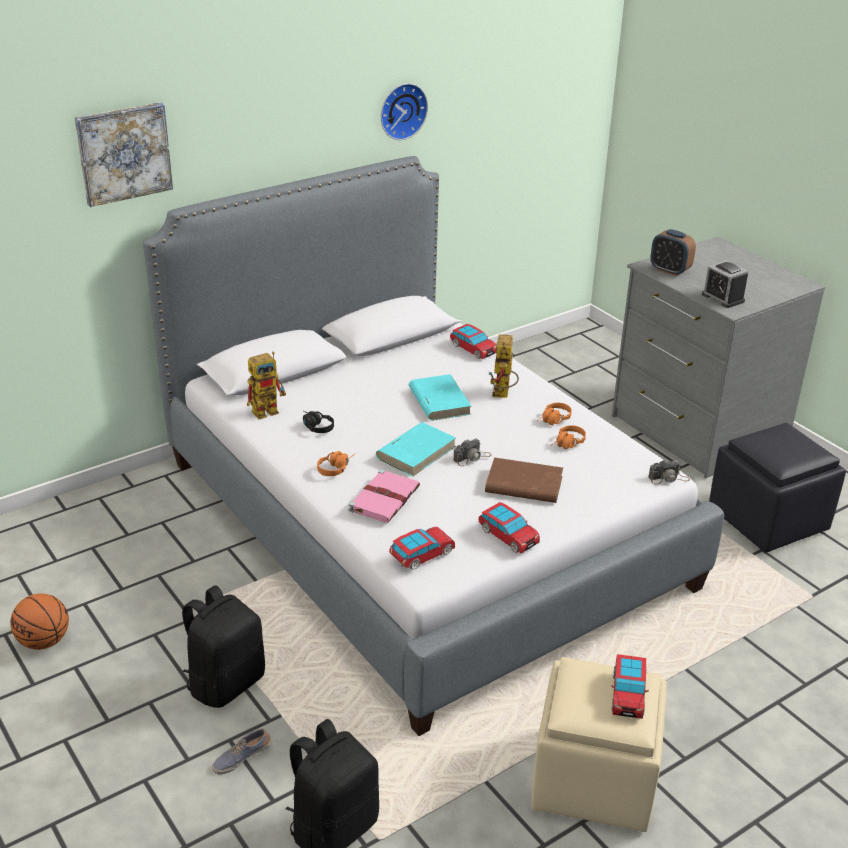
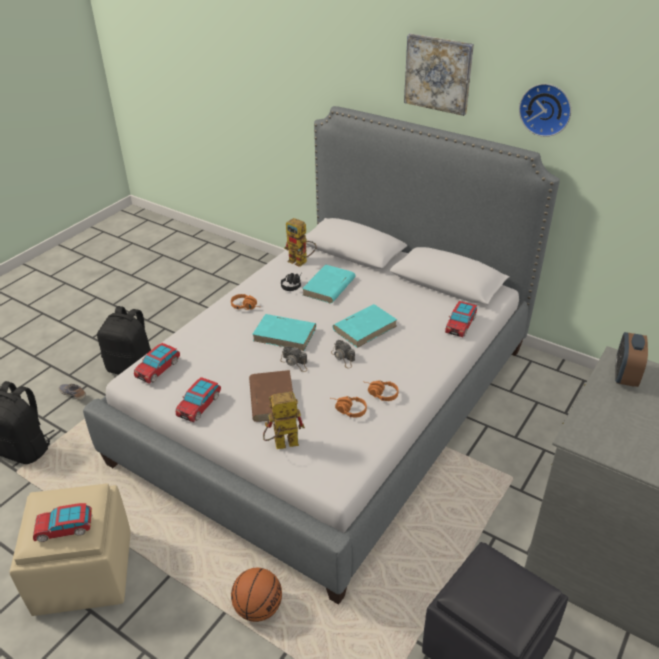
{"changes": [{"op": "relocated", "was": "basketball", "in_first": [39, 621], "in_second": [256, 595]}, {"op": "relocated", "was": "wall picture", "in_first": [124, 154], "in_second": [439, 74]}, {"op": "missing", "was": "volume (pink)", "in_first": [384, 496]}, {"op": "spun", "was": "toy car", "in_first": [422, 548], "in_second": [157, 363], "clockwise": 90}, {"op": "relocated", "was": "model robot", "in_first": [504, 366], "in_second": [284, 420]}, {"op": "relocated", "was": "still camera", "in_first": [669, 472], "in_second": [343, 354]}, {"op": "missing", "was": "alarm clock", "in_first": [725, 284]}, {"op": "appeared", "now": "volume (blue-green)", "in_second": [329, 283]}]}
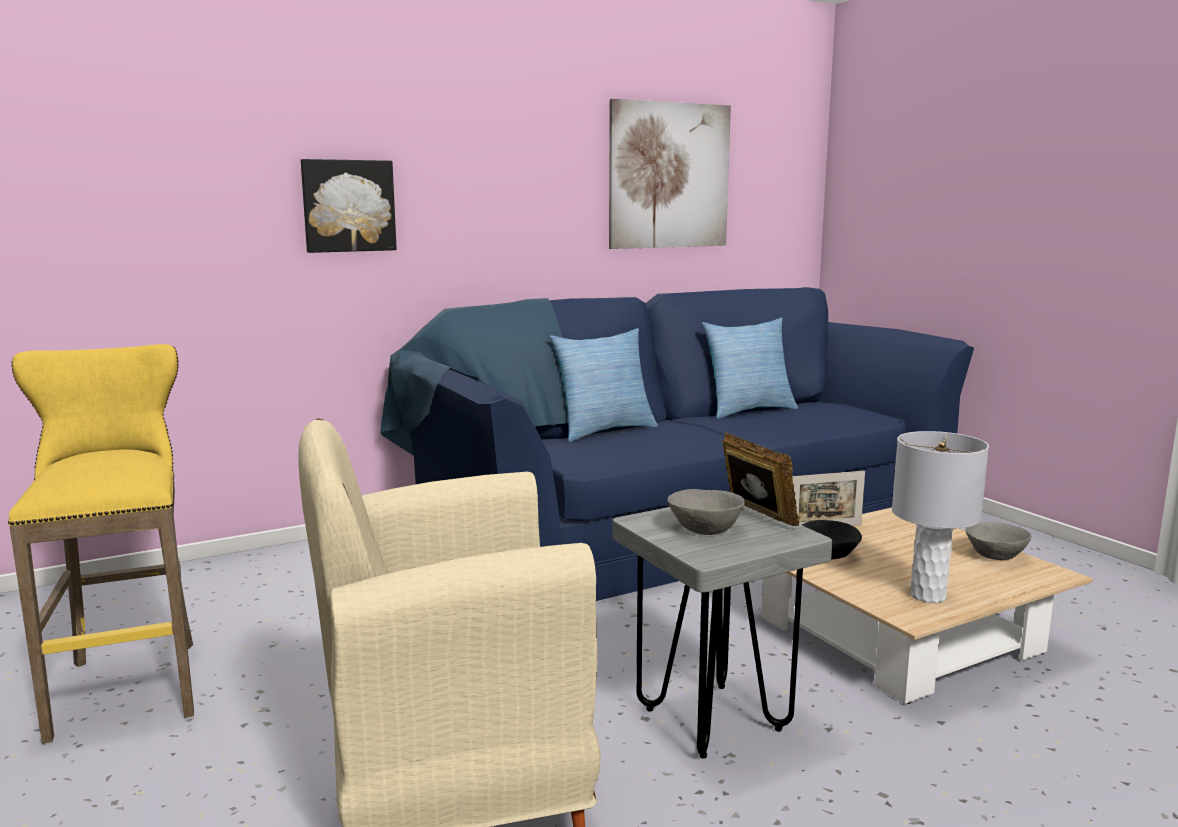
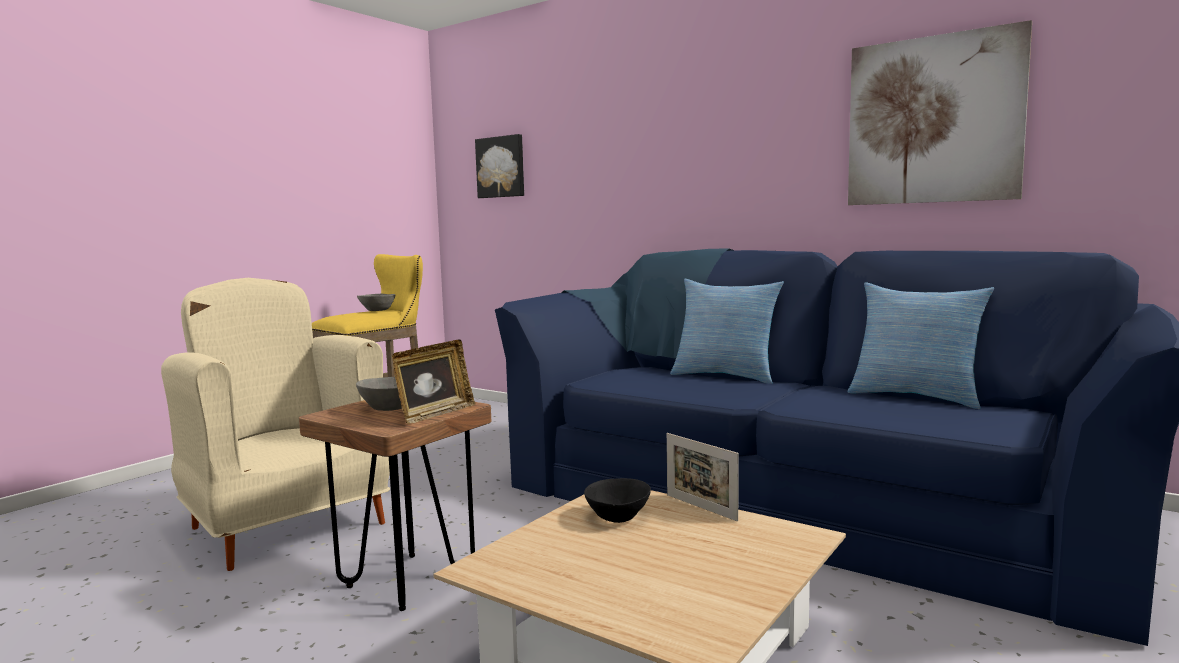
{"changes": [{"op": "relocated", "was": "wall picture", "in_first": [349, 206], "in_second": [499, 166]}, {"op": "colour", "was": "stool (grey)", "now": "stool (brown)", "in_first": [722, 632], "in_second": [395, 505]}, {"op": "missing", "was": "table lamp (grey)", "in_first": [940, 517]}, {"op": "relocated", "was": "serving bowl (grey)", "in_first": [999, 541], "in_second": [376, 302]}]}
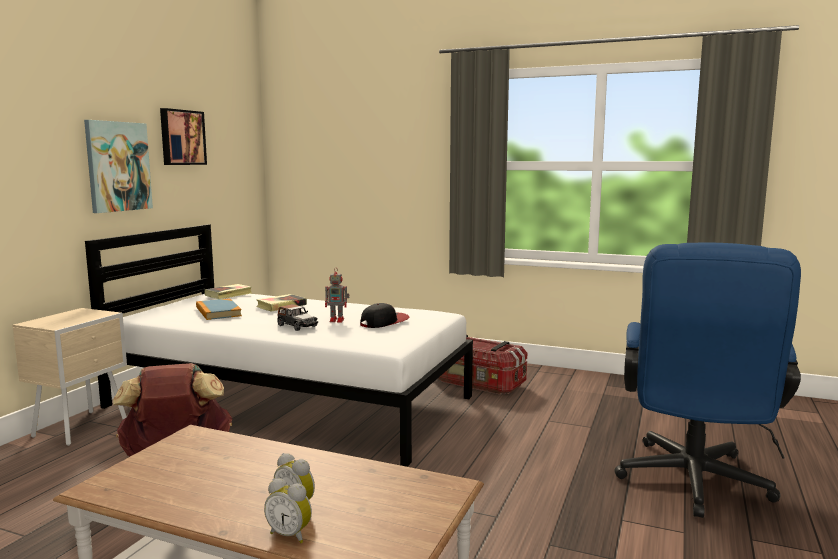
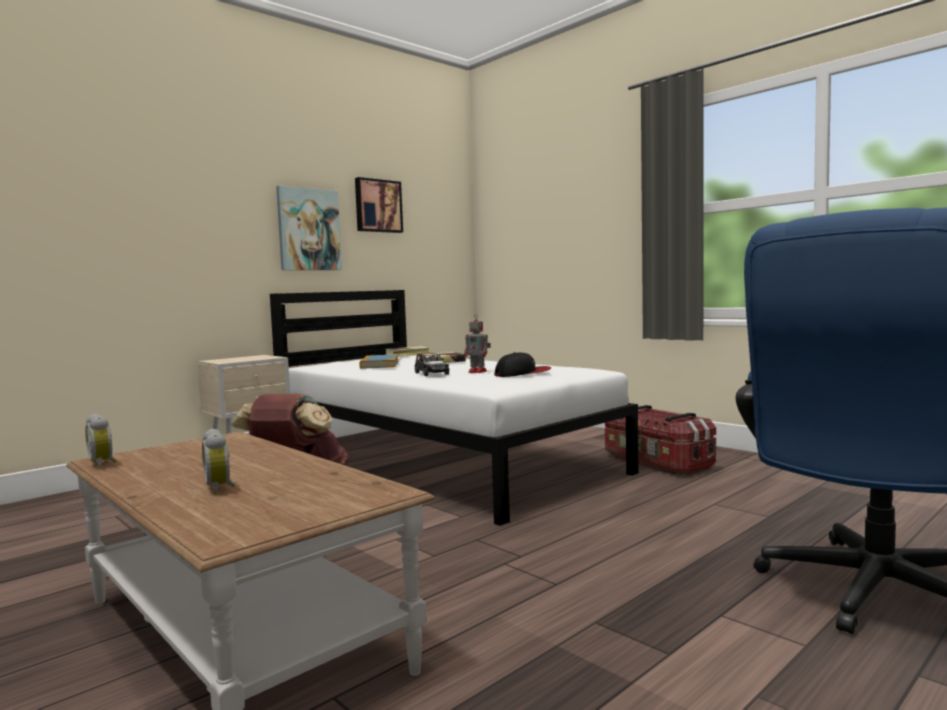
{"changes": [{"op": "relocated", "was": "alarm clock", "in_first": [288, 510], "in_second": [100, 441]}]}
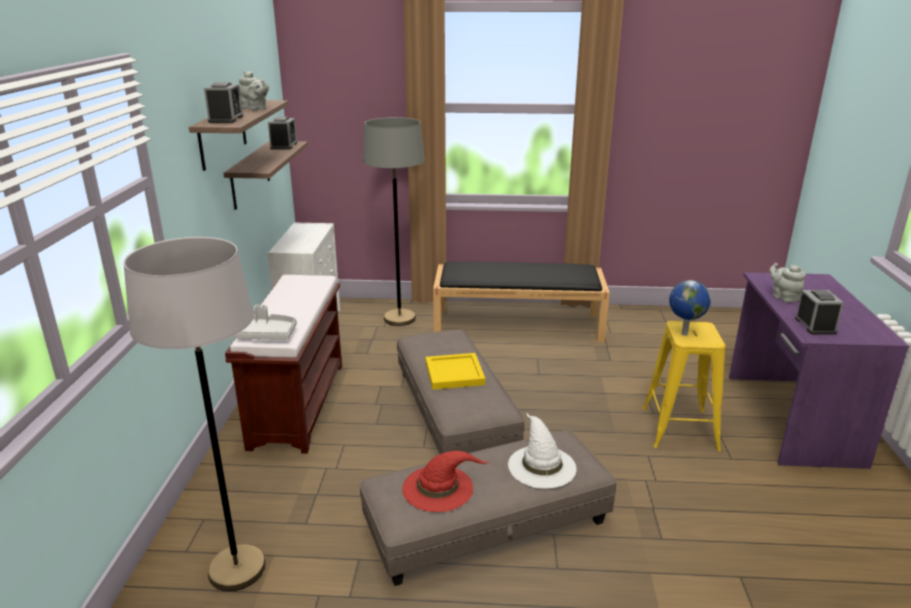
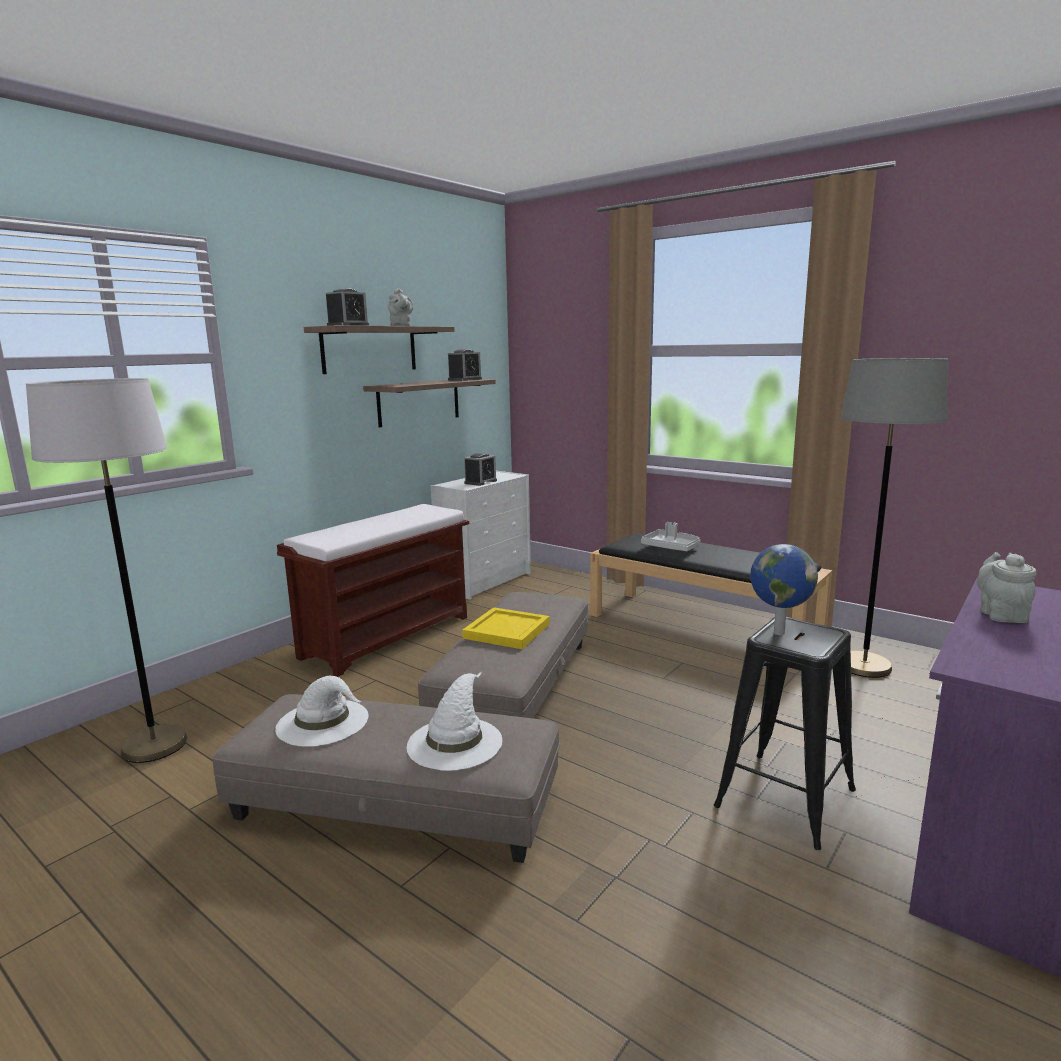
{"changes": [{"op": "relocated", "was": "serving tray (grey)", "in_first": [265, 322], "in_second": [671, 536]}, {"op": "relocated", "was": "floor lamp (grey)", "in_first": [394, 221], "in_second": [894, 518]}, {"op": "colour", "was": "hat (red)", "now": "hat (whitish)", "in_first": [445, 481], "in_second": [322, 711]}, {"op": "colour", "was": "stool (yellow)", "now": "stool (blackish)", "in_first": [683, 386], "in_second": [785, 733]}, {"op": "relocated", "was": "alarm clock", "in_first": [819, 312], "in_second": [480, 469]}]}
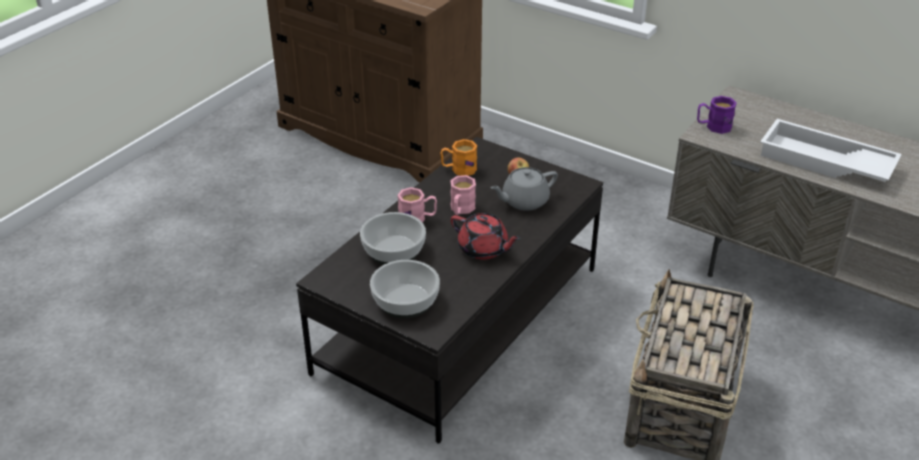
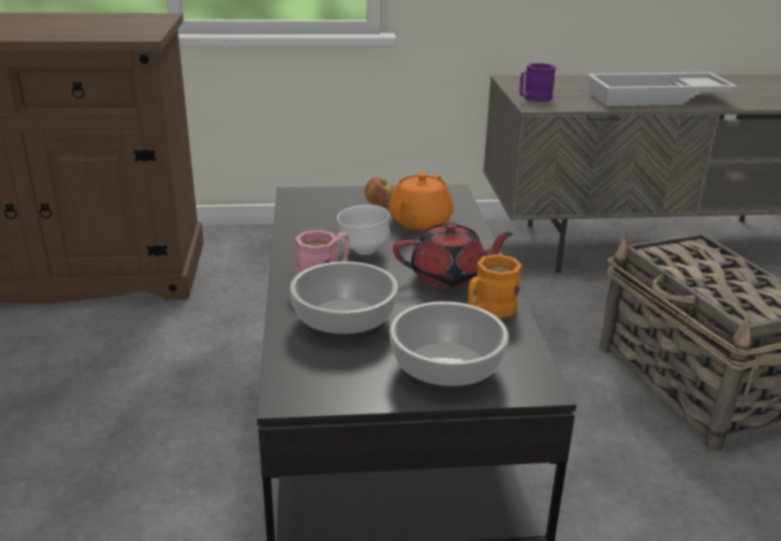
{"changes": [{"op": "relocated", "was": "coffee mug (orange-coloured)", "in_first": [459, 157], "in_second": [495, 286]}, {"op": "exchanged", "was": "coffee mug (pink)", "now": "serving bowl (whitish)", "in_first": [463, 195], "in_second": [363, 230]}, {"op": "colour", "was": "pot for tea (grey)", "now": "pot for tea (orange-coloured)", "in_first": [524, 189], "in_second": [421, 200]}]}
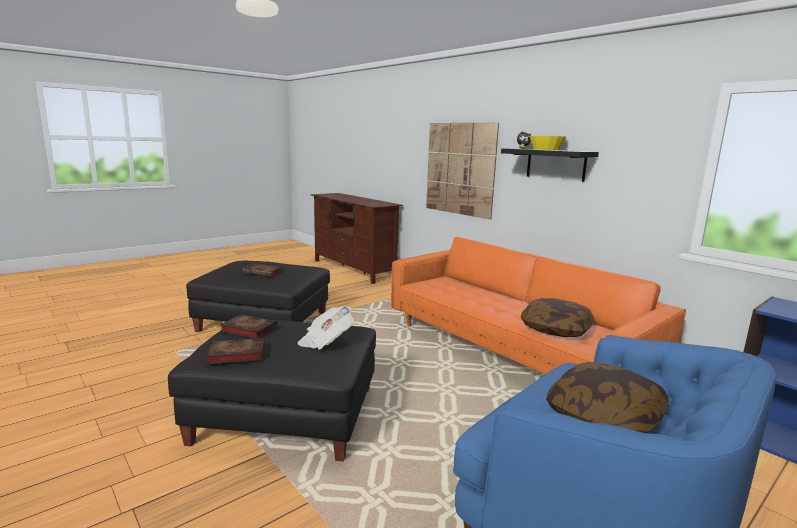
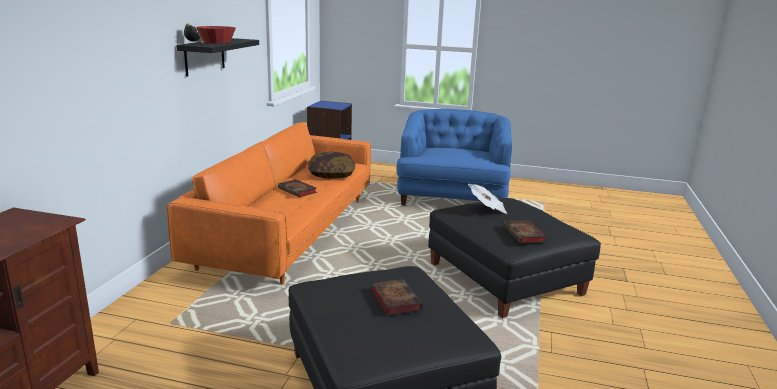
{"changes": [{"op": "relocated", "was": "volume", "in_first": [235, 351], "in_second": [297, 188]}, {"op": "missing", "was": "wall picture", "in_first": [462, 171]}, {"op": "colour", "was": "serving bowl (yellow)", "now": "serving bowl (red)", "in_first": [547, 143], "in_second": [216, 34]}, {"op": "missing", "was": "cushion", "in_first": [607, 397]}]}
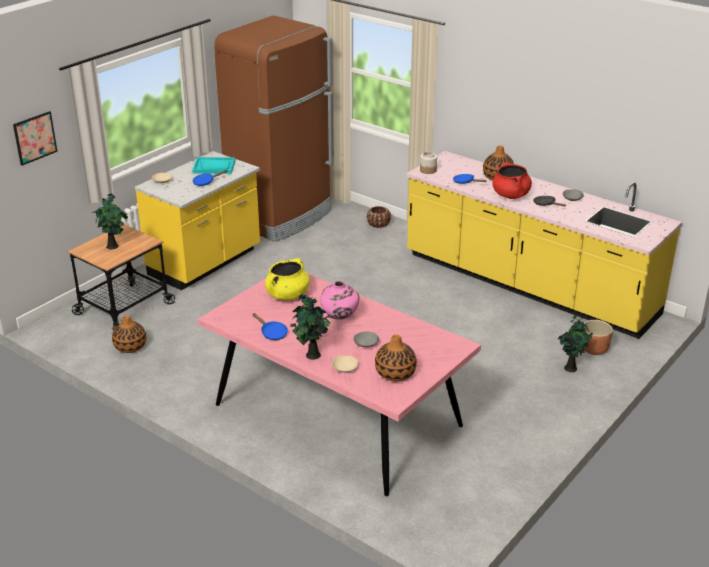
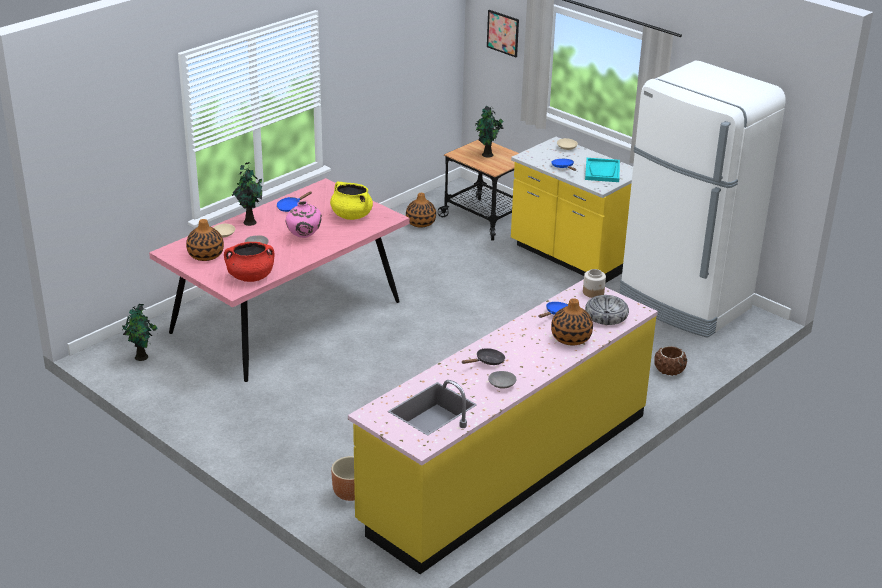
{"changes": [{"op": "colour", "was": "fridge (brown)", "now": "fridge (whitish)", "in_first": [274, 129], "in_second": [702, 199]}, {"op": "relocated", "was": "stockpot (red)", "in_first": [512, 181], "in_second": [249, 262]}, {"op": "relocated", "was": "potted plant", "in_first": [575, 342], "in_second": [140, 332]}, {"op": "appeared", "now": "serving bowl", "in_second": [607, 310]}]}
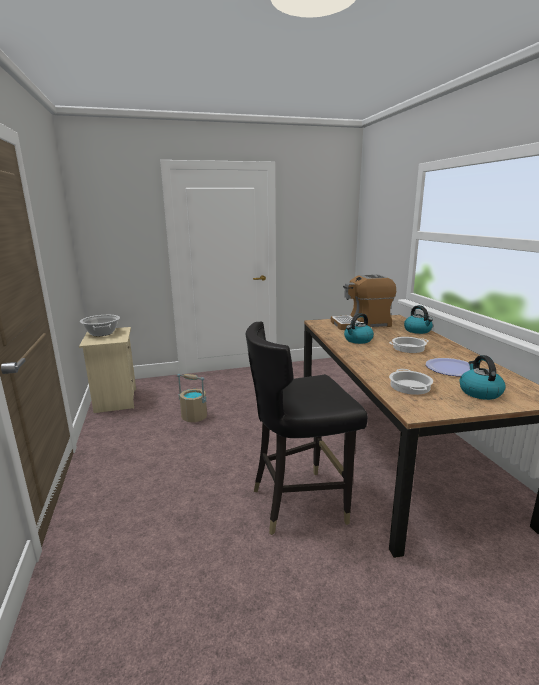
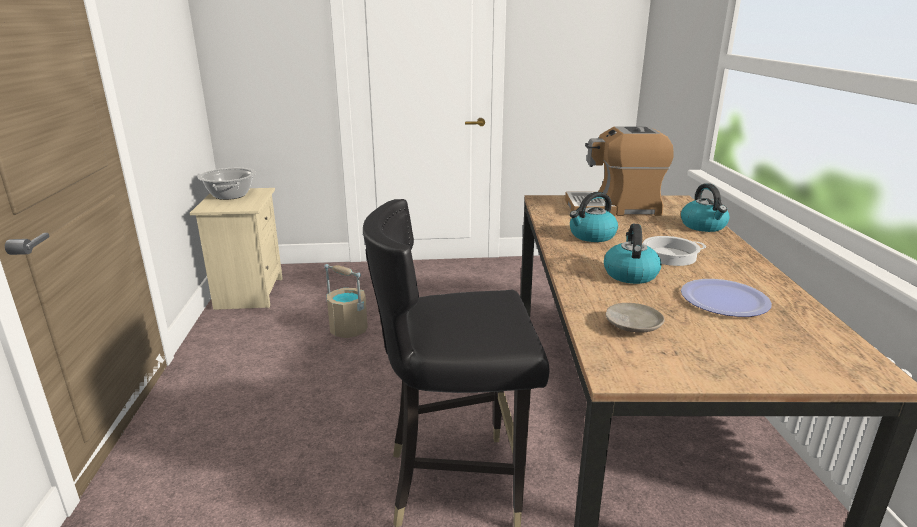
{"changes": [{"op": "exchanged", "was": "stockpot", "now": "flat dish (beige-coloured)", "in_first": [411, 382], "in_second": [635, 318]}, {"op": "relocated", "was": "kettle", "in_first": [482, 377], "in_second": [632, 254]}]}
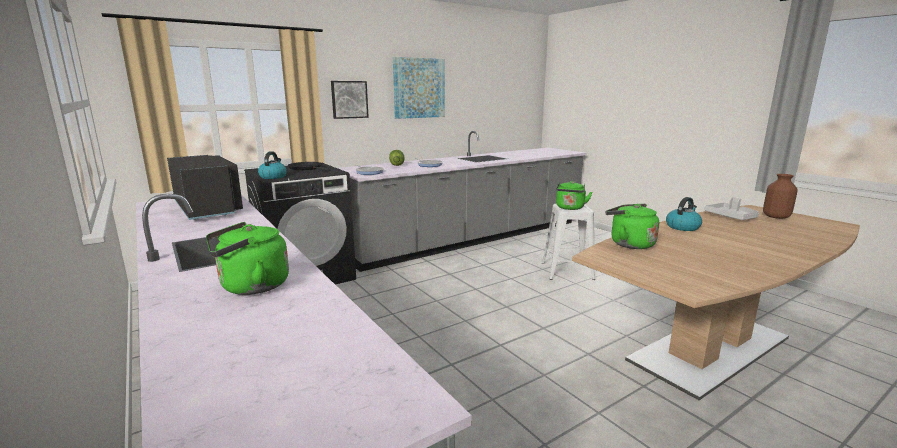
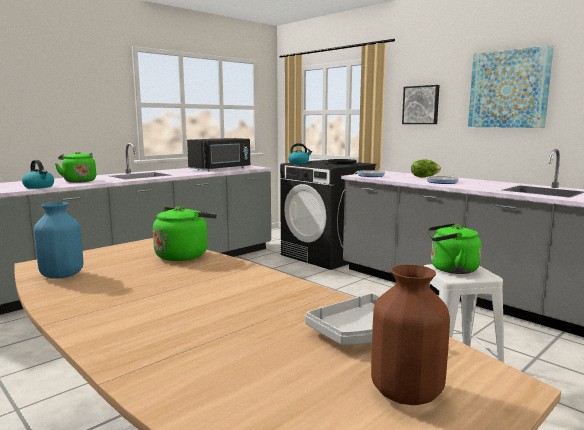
{"changes": [{"op": "relocated", "was": "kettle", "in_first": [684, 214], "in_second": [38, 174]}, {"op": "appeared", "now": "vase (bluish)", "in_second": [59, 240]}]}
